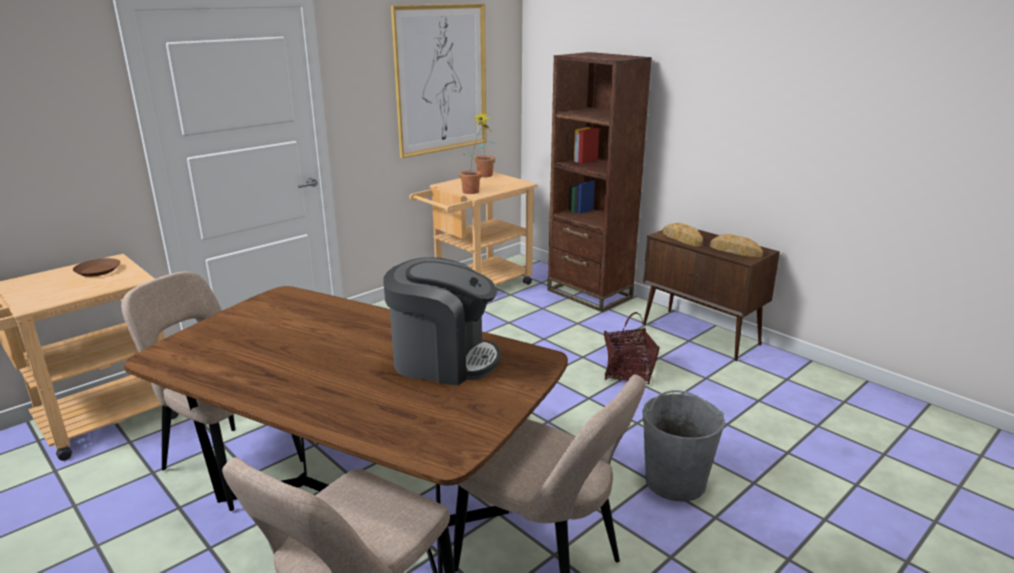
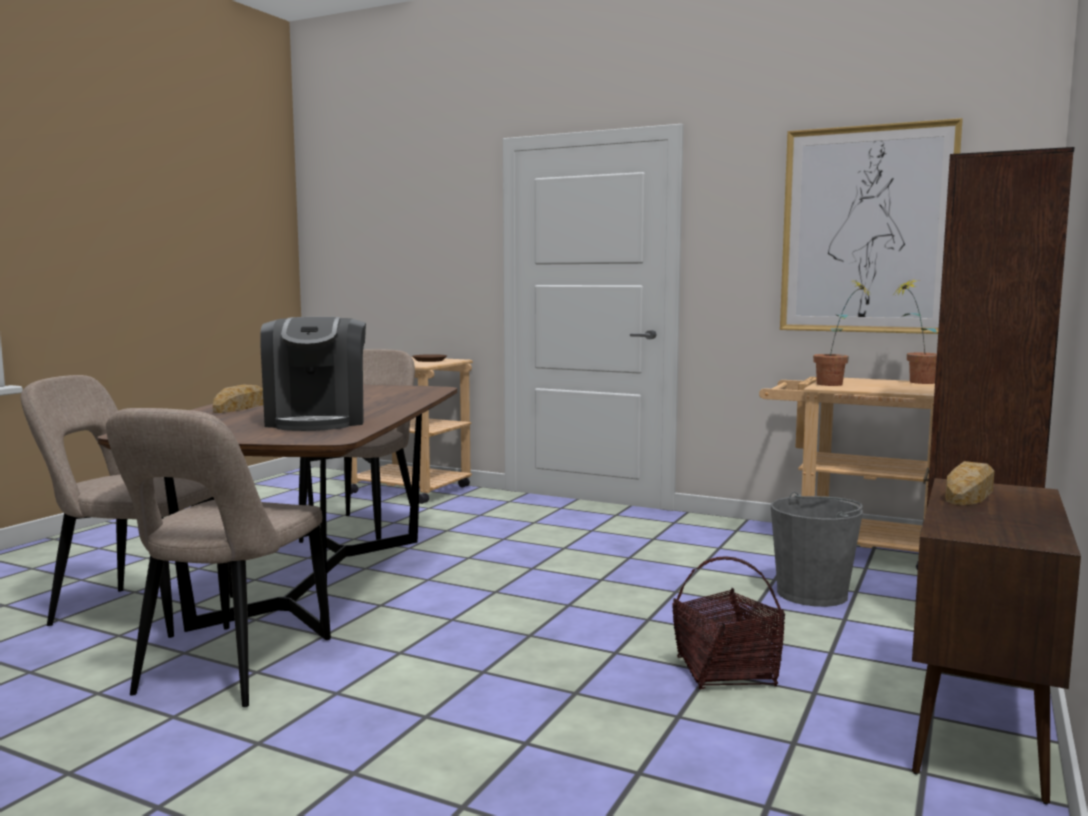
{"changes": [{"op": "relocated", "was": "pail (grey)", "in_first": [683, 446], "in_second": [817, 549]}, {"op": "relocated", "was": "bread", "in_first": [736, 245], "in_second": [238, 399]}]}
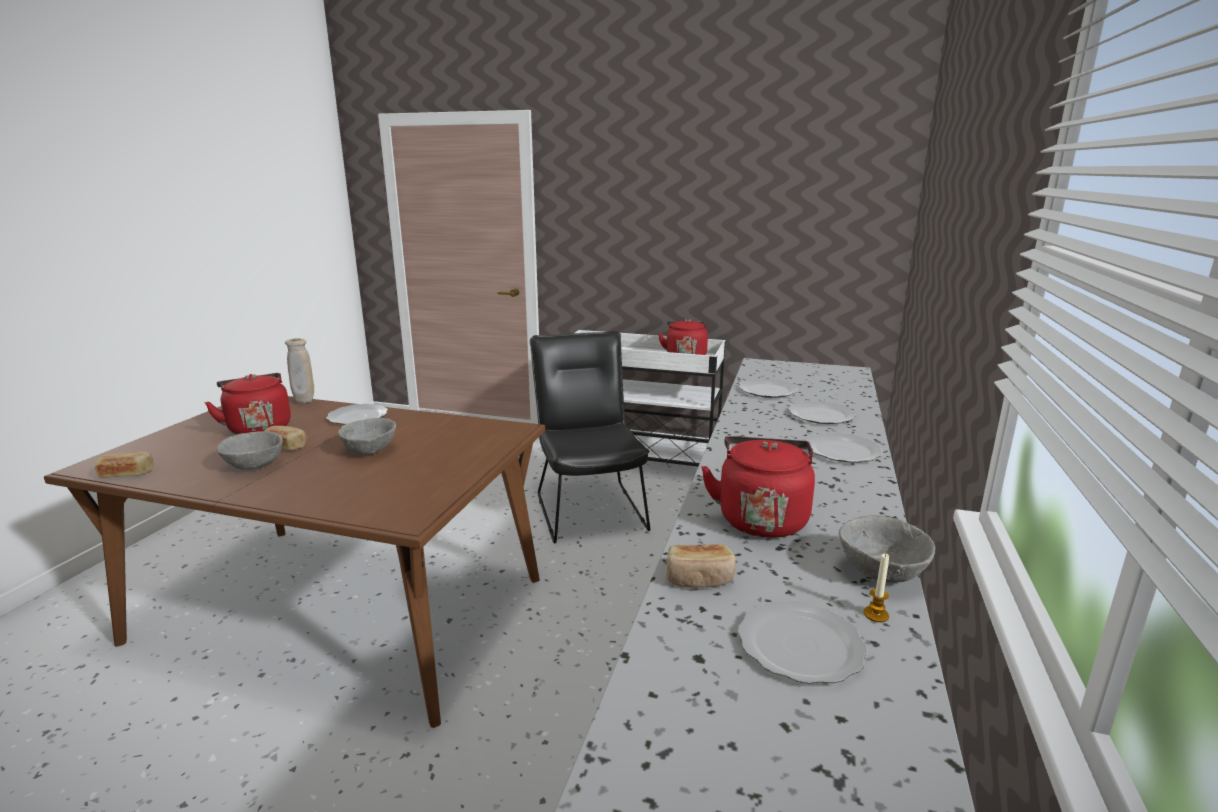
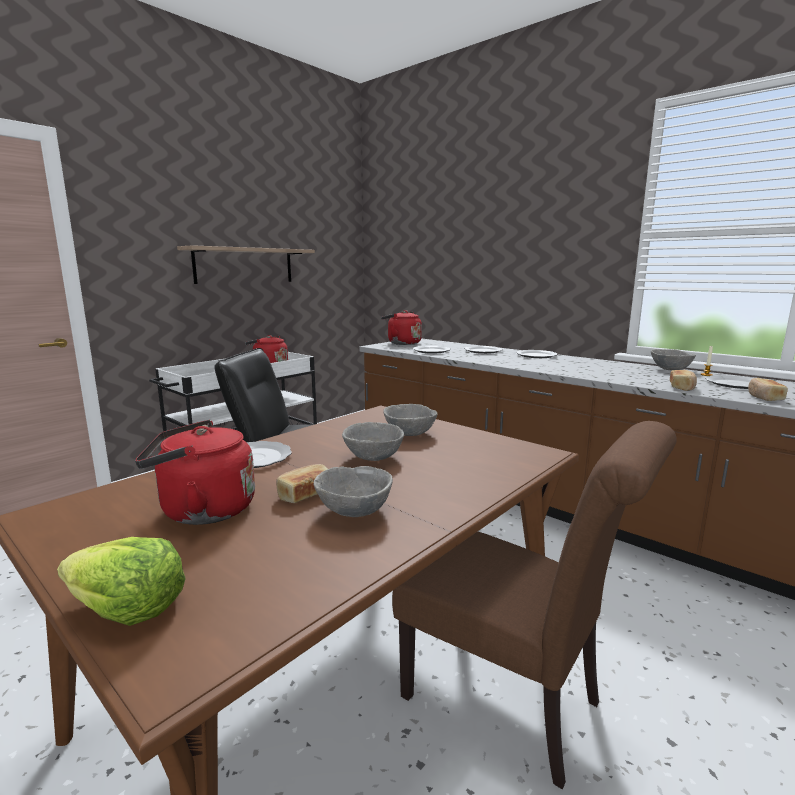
{"changes": [{"op": "relocated", "was": "bread", "in_first": [124, 465], "in_second": [768, 389]}, {"op": "missing", "was": "vase (beige-coloured)", "in_first": [299, 370]}, {"op": "relocated", "was": "kettle (red)", "in_first": [758, 487], "in_second": [401, 327]}, {"op": "appeared", "now": "lettuce head", "in_second": [121, 581]}, {"op": "appeared", "now": "bracket shelf", "in_second": [246, 264]}, {"op": "appeared", "now": "serving bowl (grey)", "in_second": [410, 420]}, {"op": "appeared", "now": "chair (brown)", "in_second": [534, 605]}]}
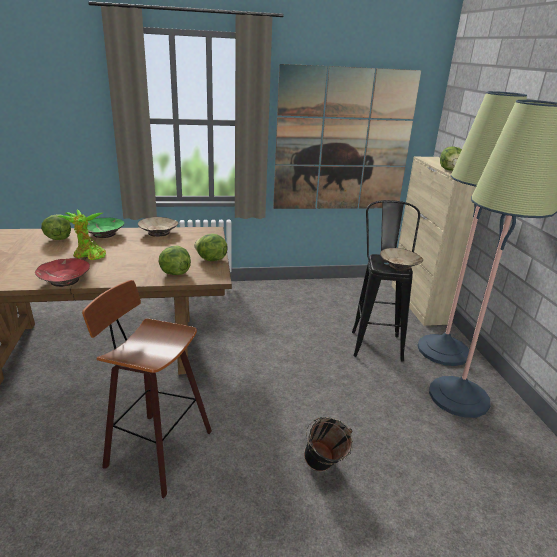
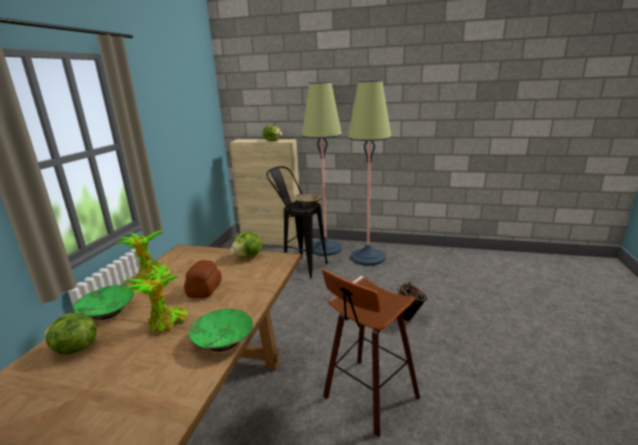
{"changes": [{"op": "colour", "was": "serving bowl (red)", "now": "serving bowl (greenish)", "in_first": [62, 272], "in_second": [221, 330]}, {"op": "exchanged", "was": "serving bowl (beige-coloured)", "now": "potted plant", "in_first": [158, 227], "in_second": [142, 255]}, {"op": "missing", "was": "lettuce head", "in_first": [175, 260]}, {"op": "missing", "was": "wall picture", "in_first": [347, 136]}, {"op": "appeared", "now": "bread", "in_second": [202, 279]}]}
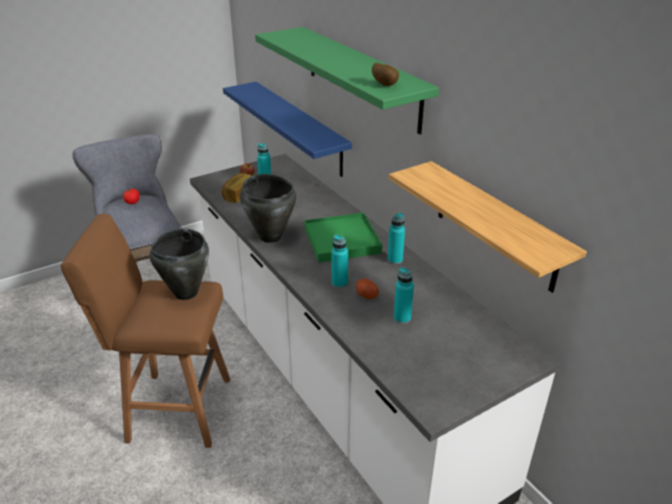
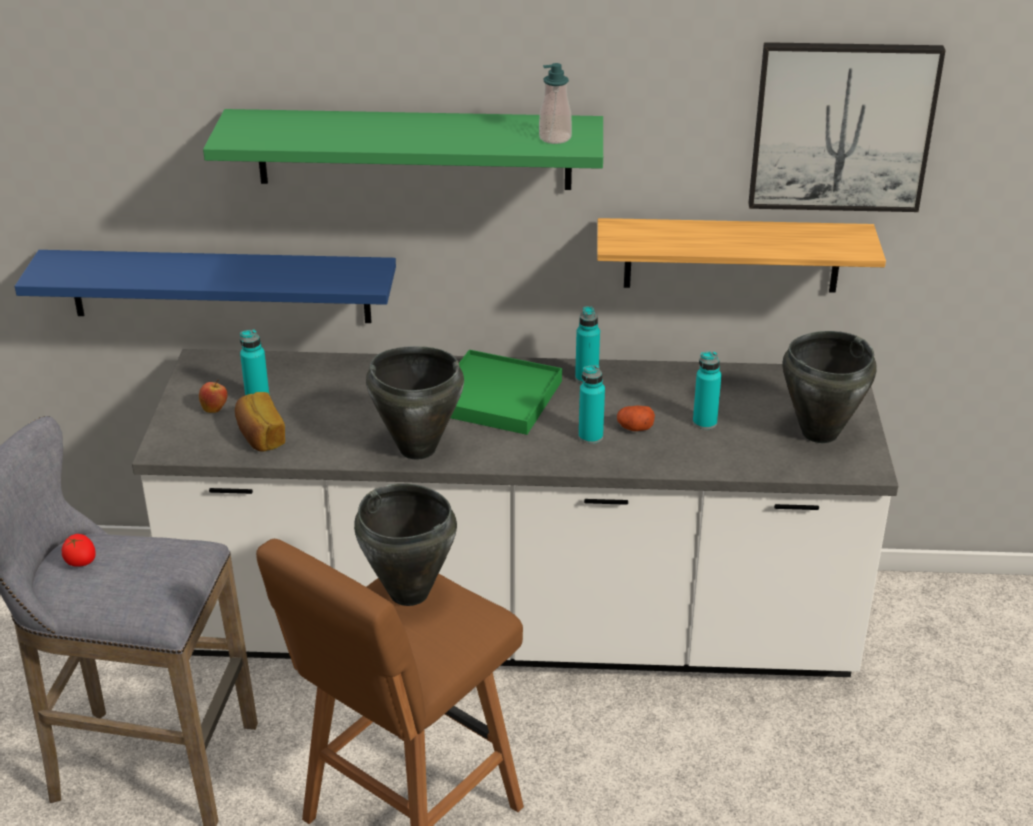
{"changes": [{"op": "exchanged", "was": "potato", "now": "soap dispenser", "in_first": [385, 74], "in_second": [555, 103]}, {"op": "appeared", "now": "wall picture", "in_second": [847, 127]}, {"op": "appeared", "now": "stockpot (blackish)", "in_second": [829, 387]}]}
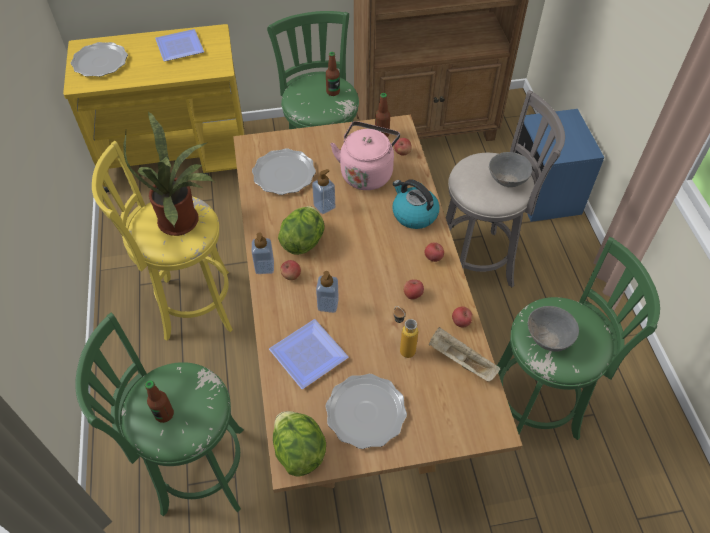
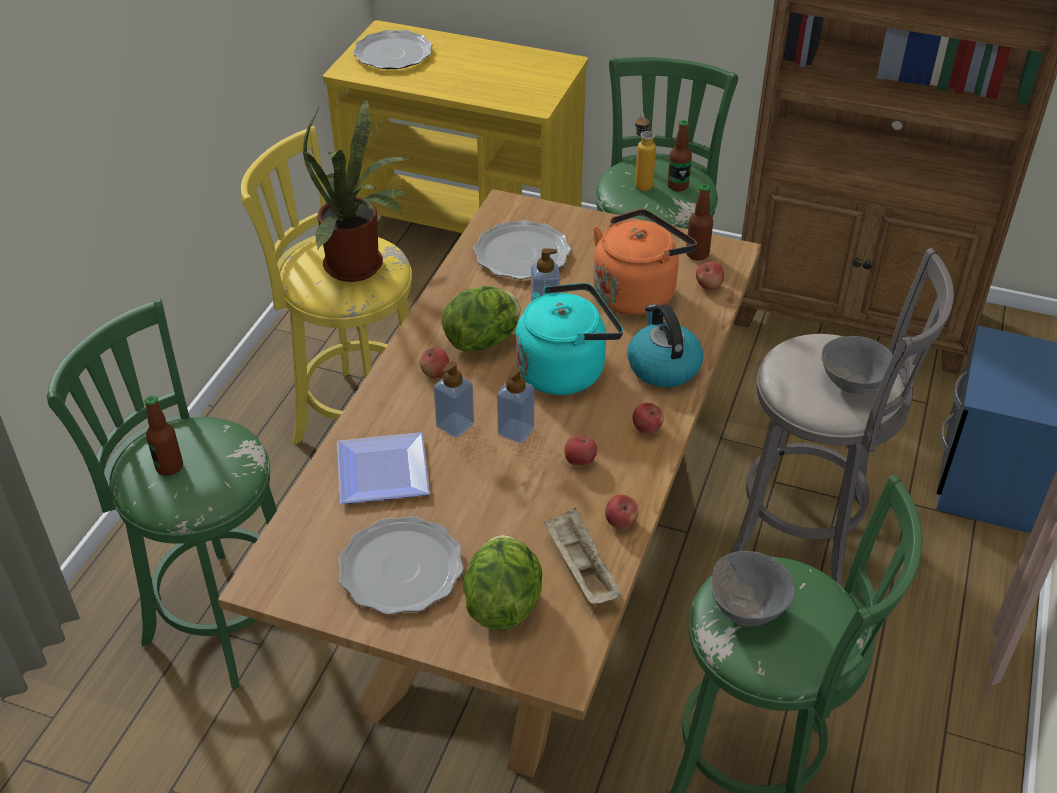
{"changes": [{"op": "missing", "was": "flat dish", "in_first": [179, 45]}, {"op": "relocated", "was": "soap dispenser", "in_first": [262, 253], "in_second": [516, 405]}, {"op": "relocated", "was": "lettuce head", "in_first": [299, 444], "in_second": [502, 583]}, {"op": "colour", "was": "kettle (pink)", "now": "kettle (orange-coloured)", "in_first": [365, 155], "in_second": [645, 262]}, {"op": "relocated", "was": "drink bottle", "in_first": [406, 332], "in_second": [645, 152]}, {"op": "appeared", "now": "kettle (blue-green)", "in_second": [569, 339]}]}
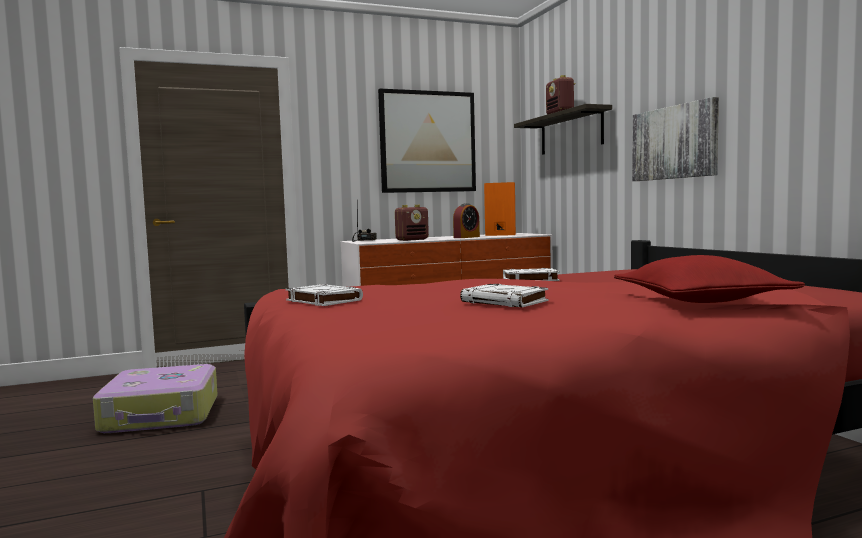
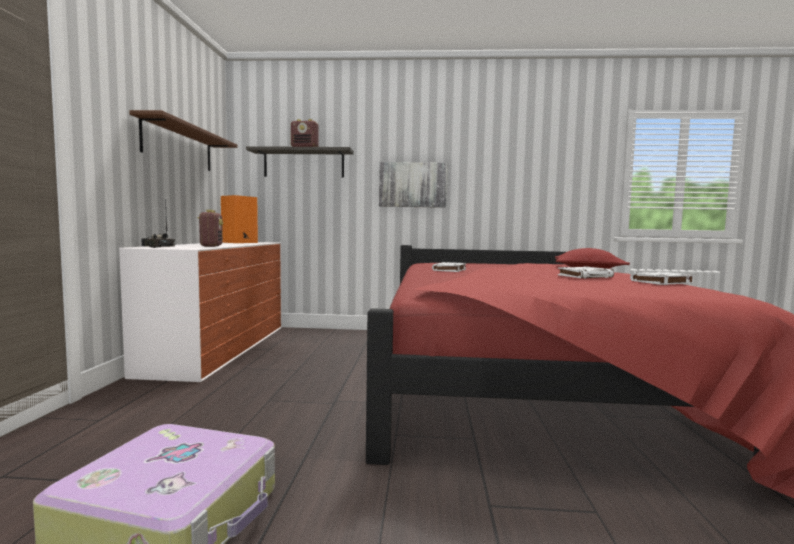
{"changes": [{"op": "relocated", "was": "volume (whitish)", "in_first": [324, 295], "in_second": [662, 278]}, {"op": "exchanged", "was": "wall picture", "now": "bracket shelf (brown)", "in_first": [427, 141], "in_second": [183, 140]}, {"op": "missing", "was": "alarm clock", "in_first": [466, 220]}]}
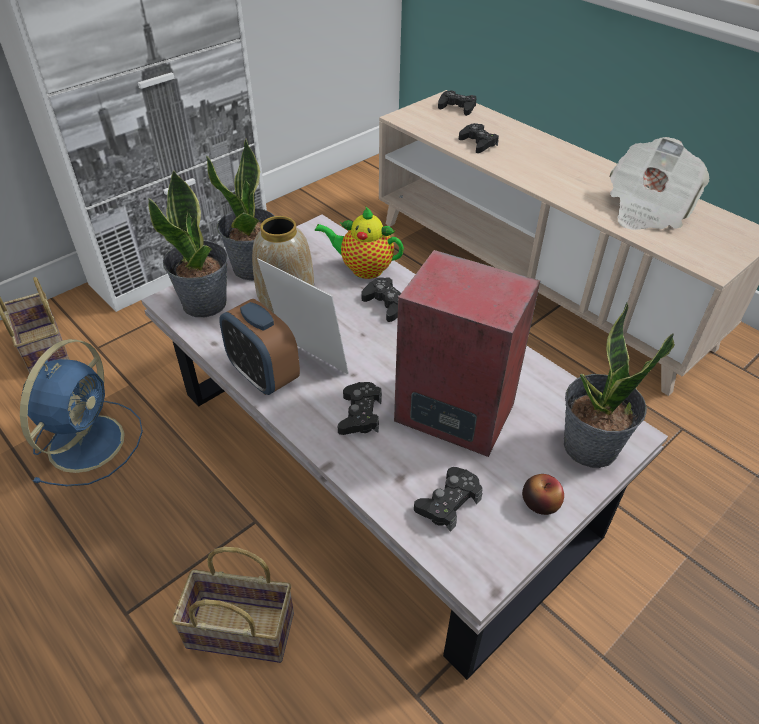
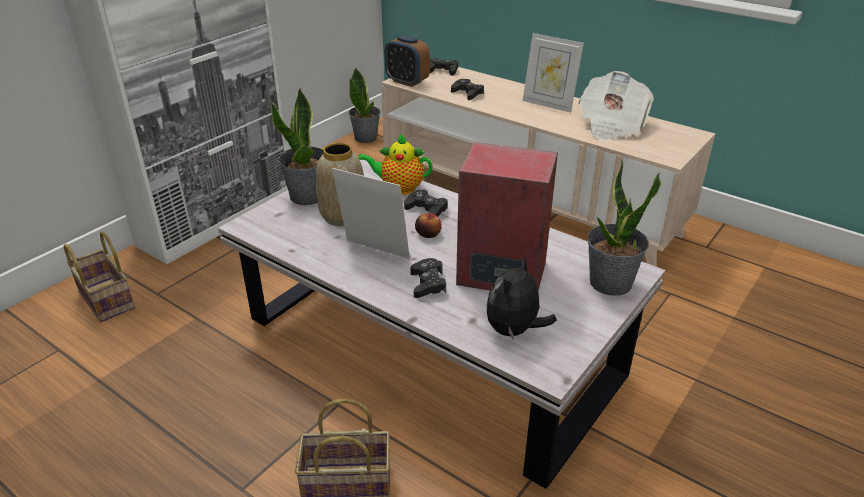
{"changes": [{"op": "missing", "was": "cooling fan (bluish)", "in_first": [81, 412]}, {"op": "relocated", "was": "potted plant", "in_first": [188, 243], "in_second": [364, 105]}, {"op": "relocated", "was": "alarm clock", "in_first": [259, 347], "in_second": [407, 61]}, {"op": "exchanged", "was": "game controller (blackish)", "now": "soft toy", "in_first": [448, 499], "in_second": [522, 298]}, {"op": "relocated", "was": "whole apple", "in_first": [543, 494], "in_second": [428, 225]}, {"op": "appeared", "now": "standing frame", "in_second": [553, 73]}]}
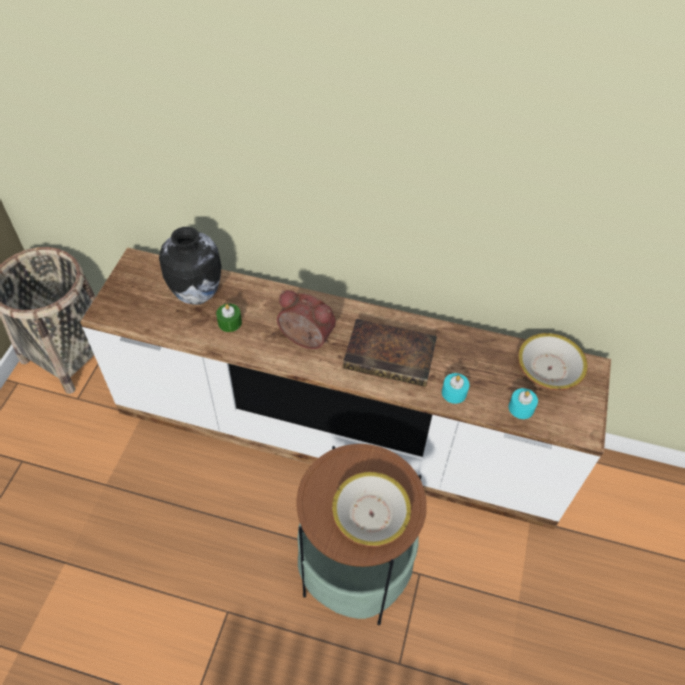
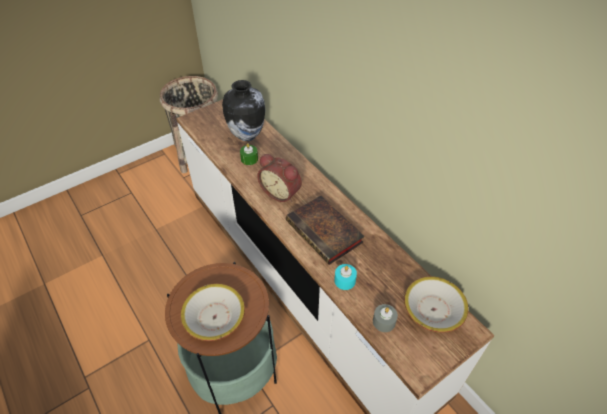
{"changes": [{"op": "spun", "was": "alarm clock", "in_first": [306, 319], "in_second": [279, 178], "clockwise": 150}, {"op": "colour", "was": "wax light (blue-green)", "now": "wax light (grey)", "in_first": [523, 403], "in_second": [385, 318]}]}
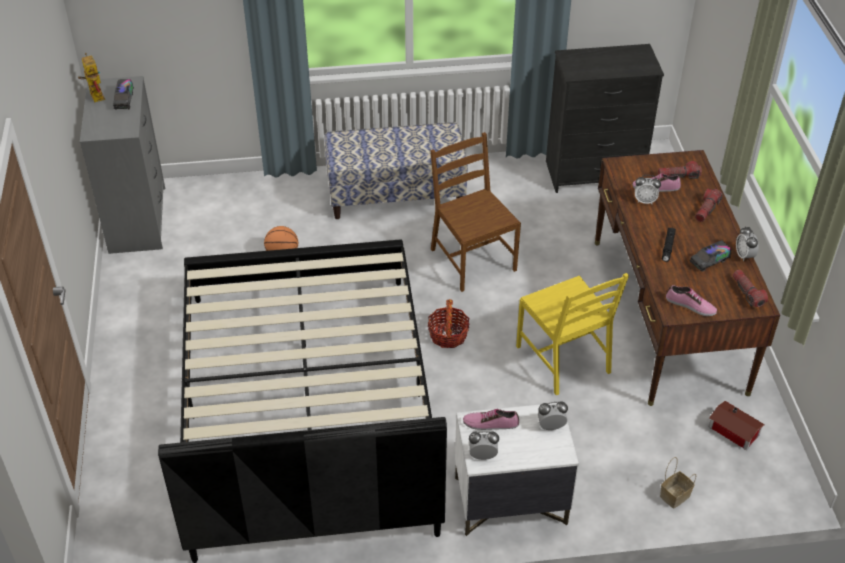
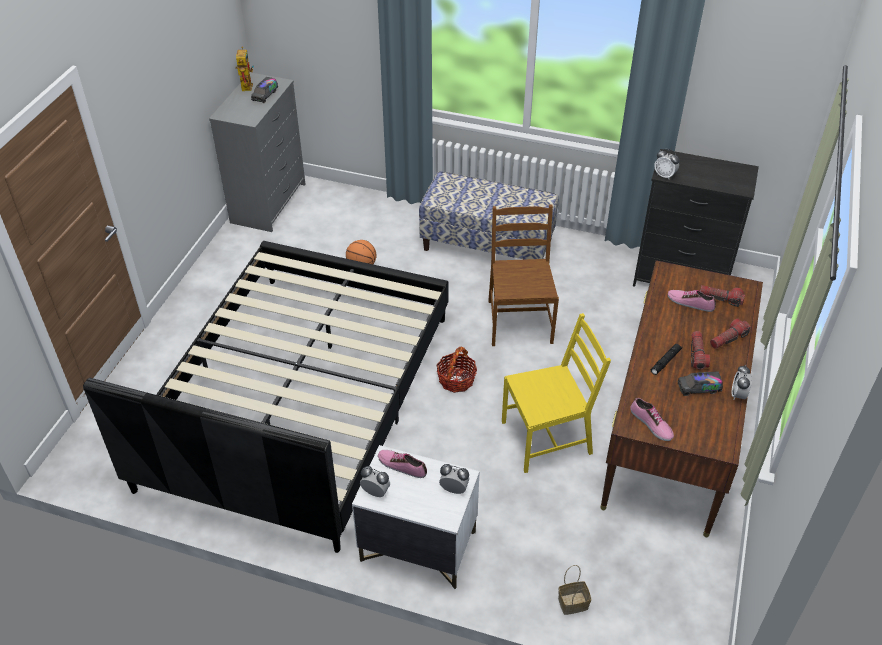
{"changes": [{"op": "spun", "was": "chair (yellow)", "in_first": [572, 334], "in_second": [556, 393], "clockwise": -105}, {"op": "relocated", "was": "alarm clock", "in_first": [648, 189], "in_second": [666, 164]}, {"op": "missing", "was": "toy house", "in_first": [737, 425]}, {"op": "relocated", "was": "flashlight", "in_first": [750, 288], "in_second": [700, 350]}]}
